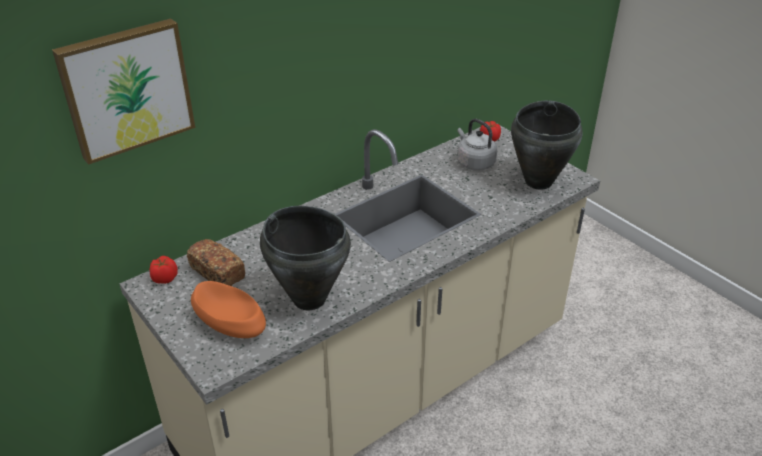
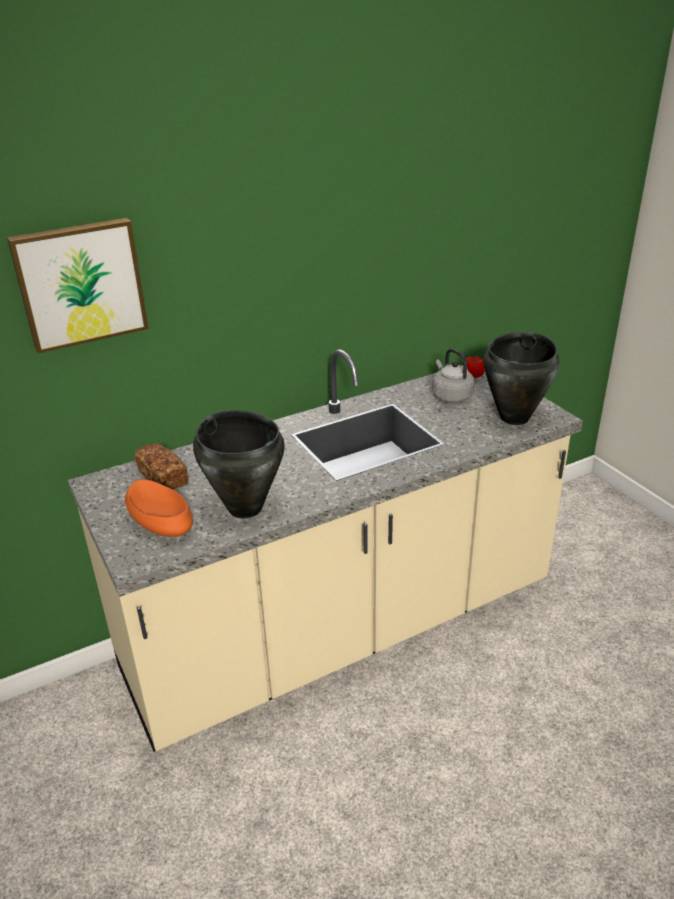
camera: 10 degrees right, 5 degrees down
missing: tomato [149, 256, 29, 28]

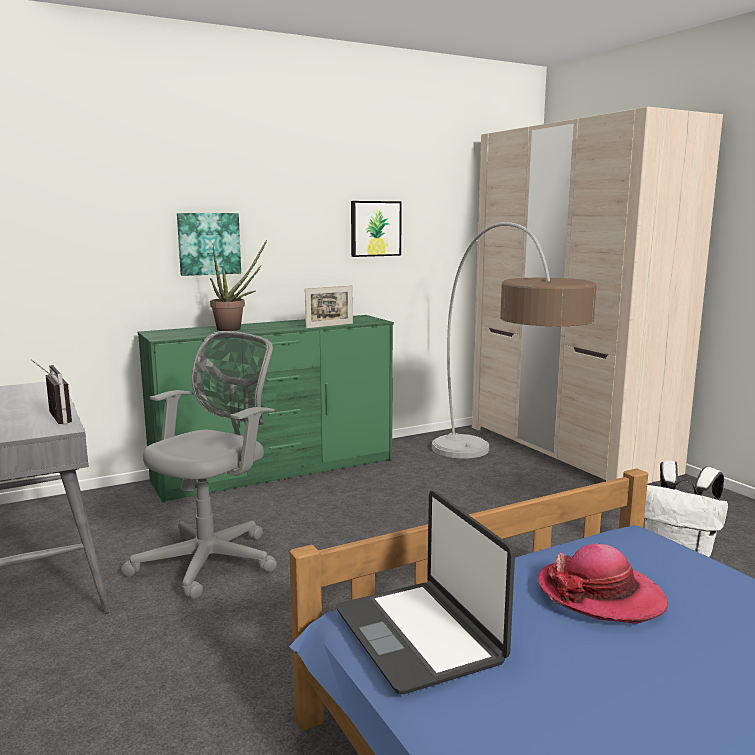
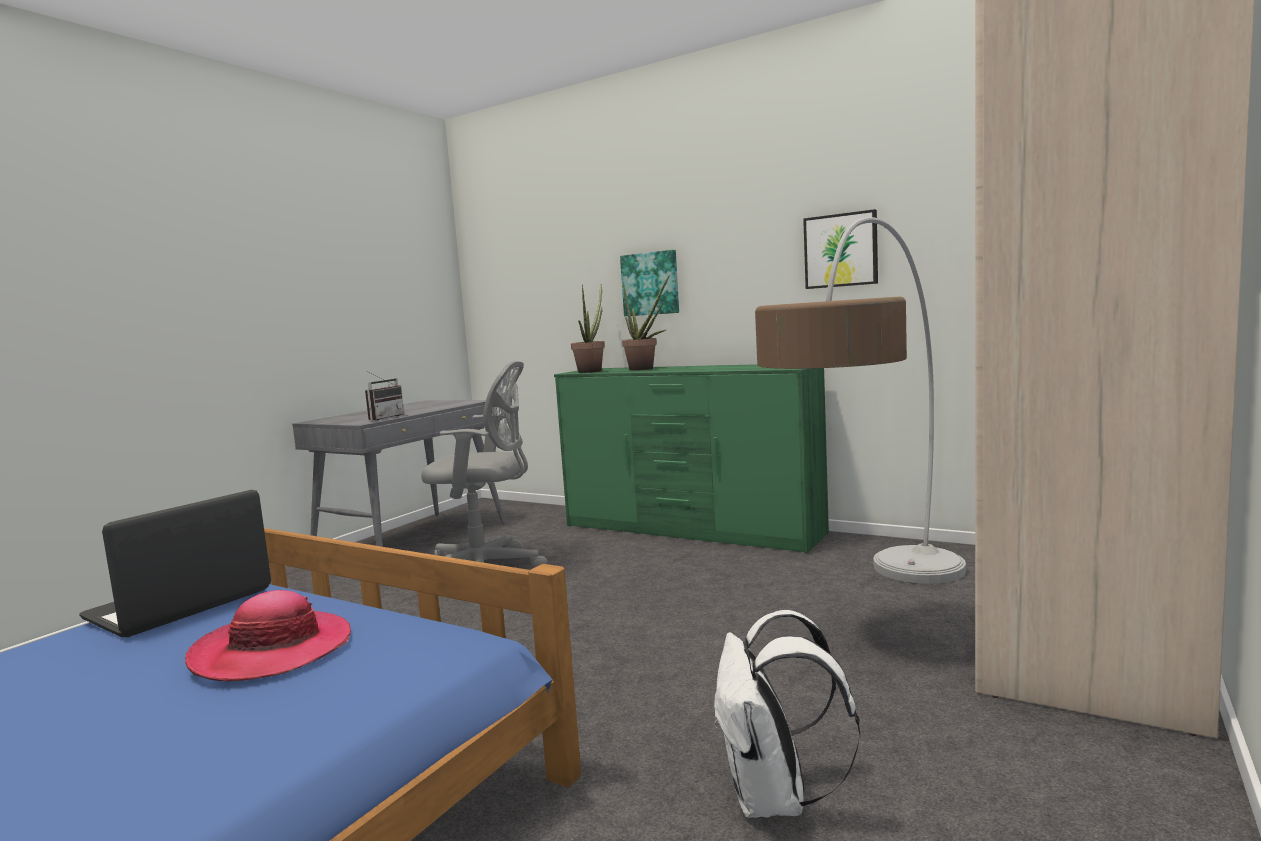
camera: 60 degrees right, 5 degrees down
missing: picture frame [305, 285, 48, 43]
appeared: houseplant [571, 284, 34, 89]

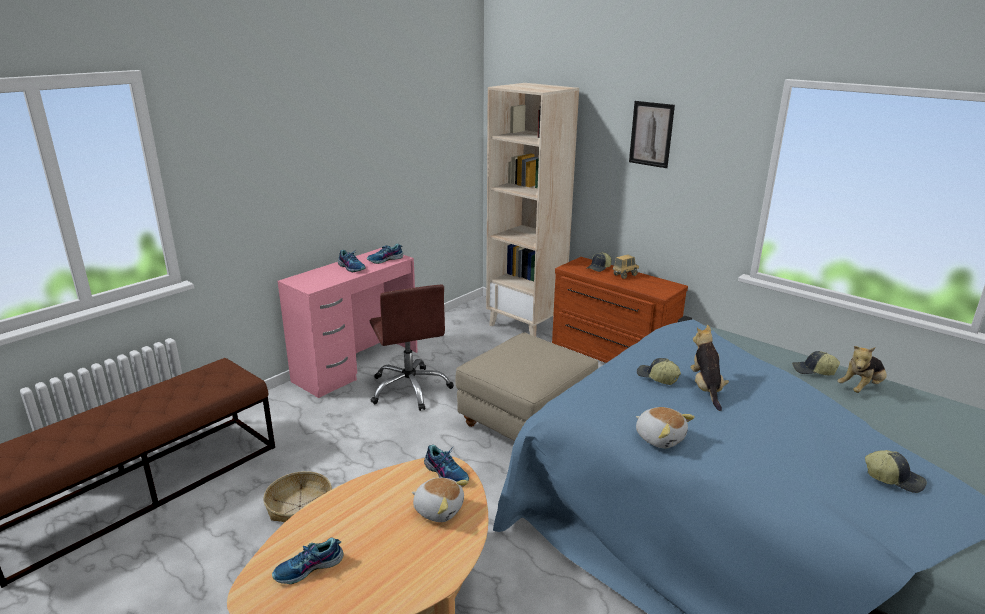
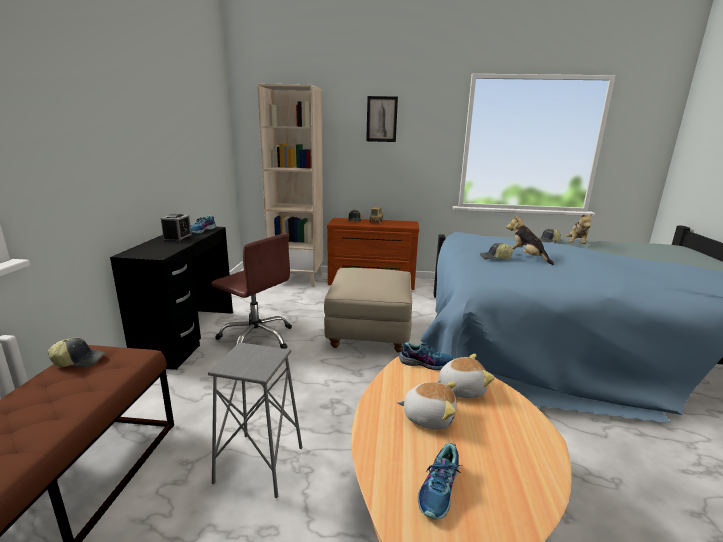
camera: 35 degrees left, 5 degrees down
relocated: baseball cap [865, 450, 62, 43] to [48, 338, 57, 29]; plush toy [636, 407, 59, 41] to [397, 382, 60, 48]
exchanged: shoe [338, 249, 28, 23] to alarm clock [161, 214, 31, 28]; household basket [264, 471, 68, 51] to sitting stool (greyish) [208, 342, 95, 156]
colour: desk table (pink) [278, 248, 140, 150] to desk table (black-coloured) [110, 225, 123, 145]

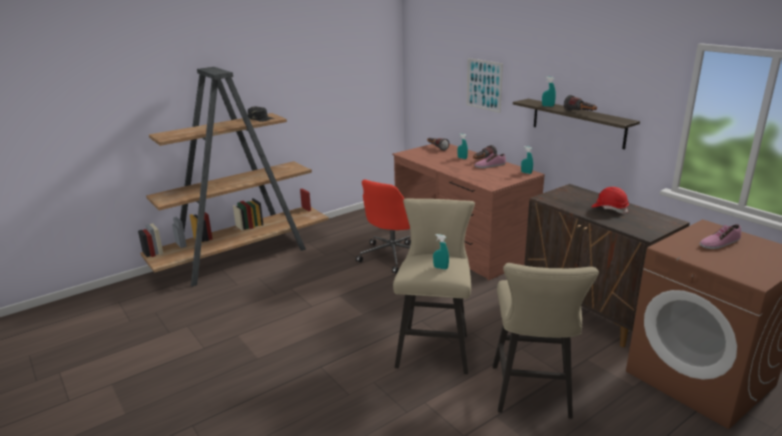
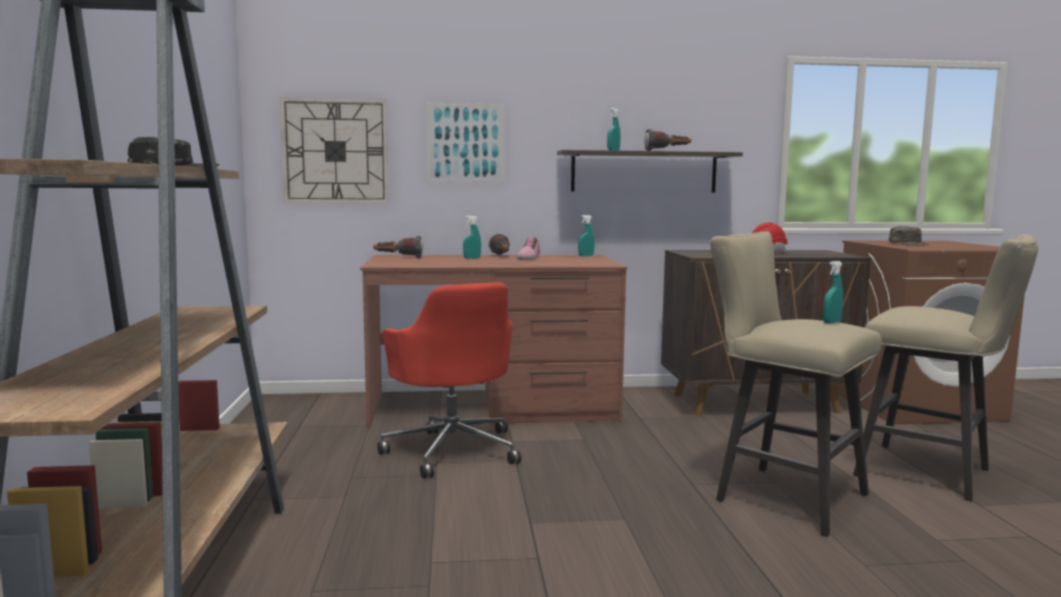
camera: 60 degrees left, 15 degrees down
appeared: hanging clock [280, 97, 109, 106]
exchanged: shoe [700, 224, 41, 25] to baseball cap (green-coloured) [889, 226, 39, 19]

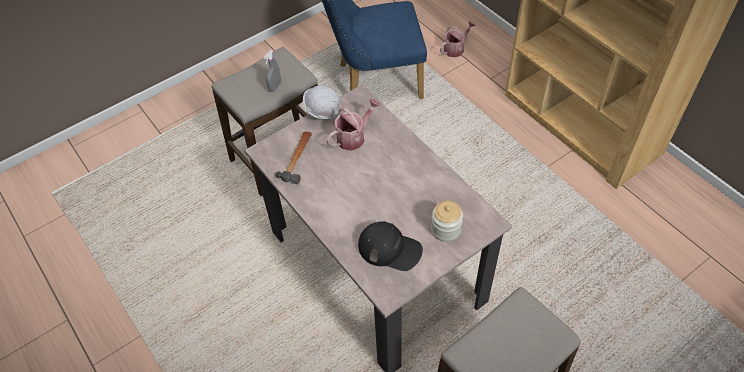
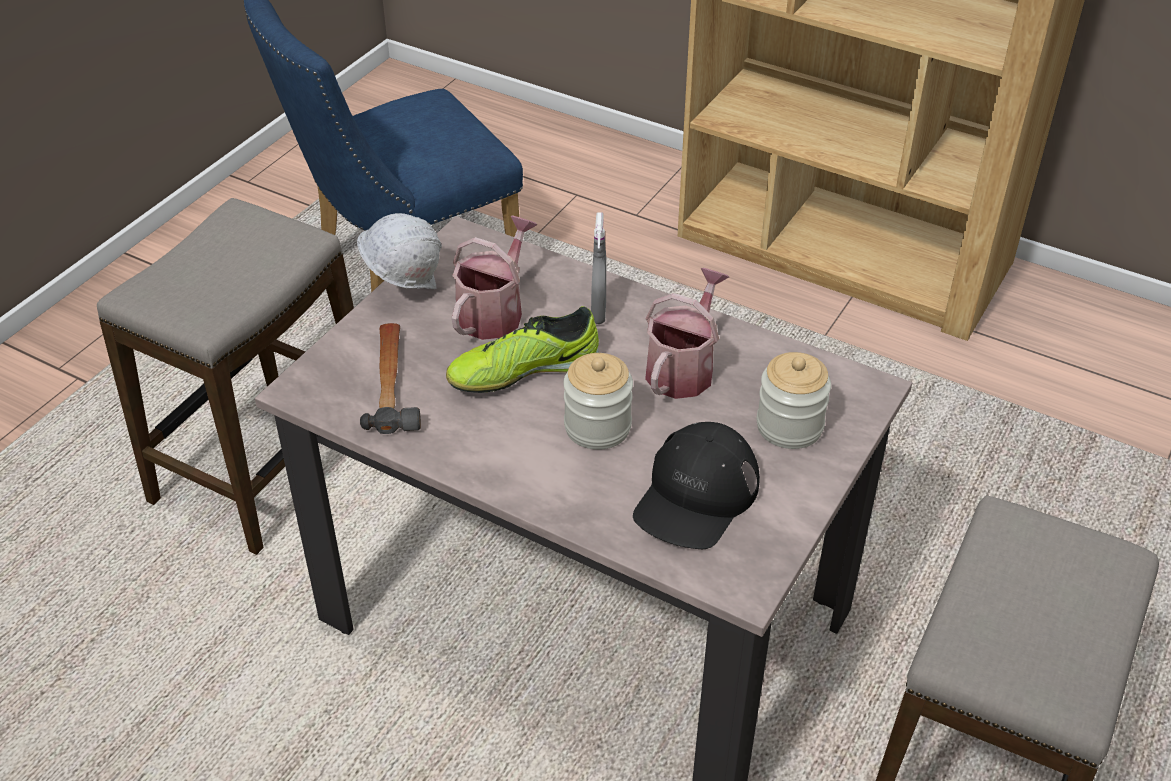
camera: 25 degrees left, 10 degrees down
appeared: shoe [446, 306, 153, 87]; storage jar [563, 353, 70, 97]
relocated: hand sprayer (greyish) [264, 50, 17, 42] to [591, 212, 15, 112]; sprinkling can [440, 21, 36, 36] to [645, 268, 84, 131]
spun: baseball cap (black-coloured) [358, 221, 65, 50] = [633, 422, 127, 127] 120 degrees clockwise

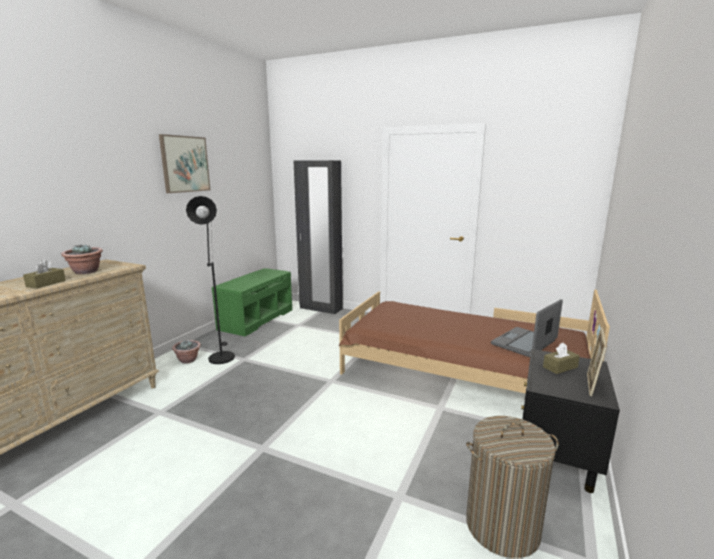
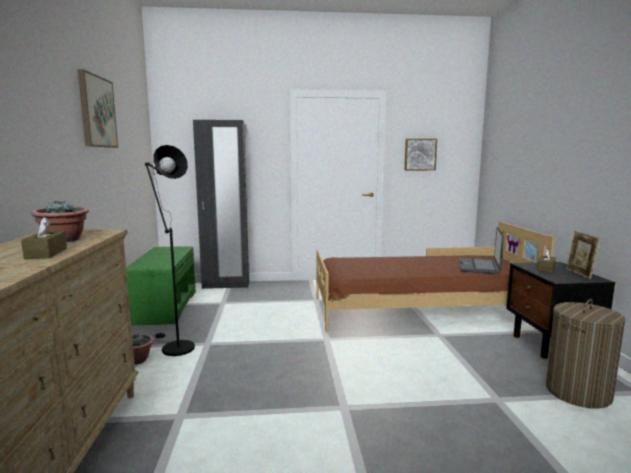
camera: 30 degrees left, 5 degrees down
appeared: wall art [405, 139, 32, 31]

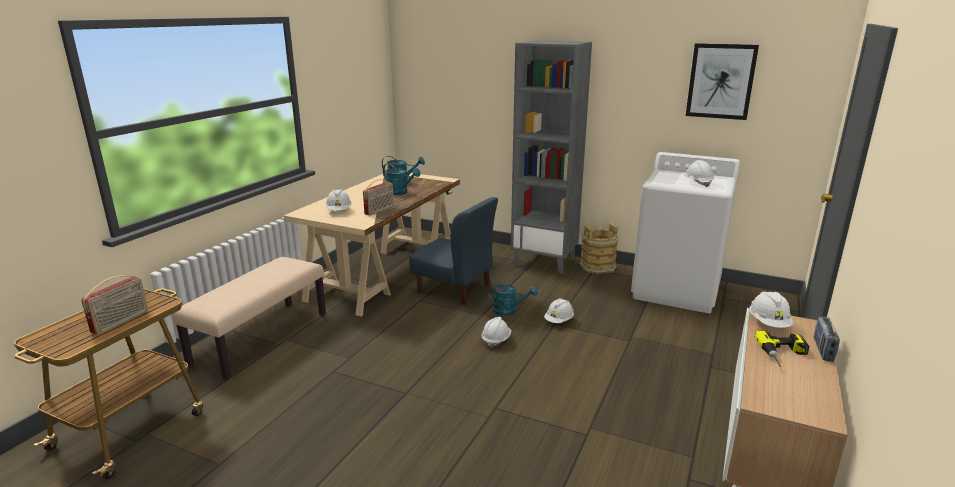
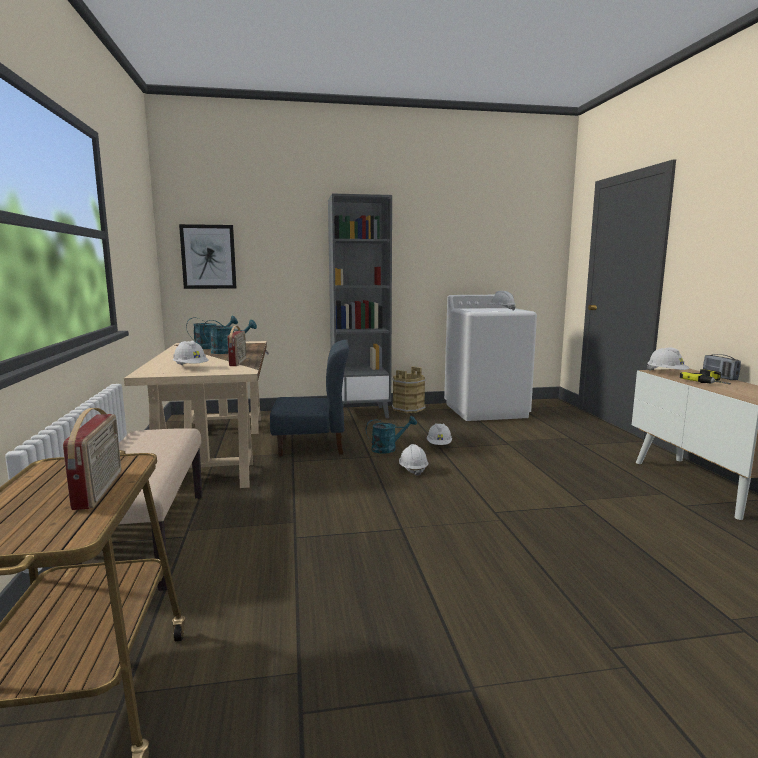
camera: 35 degrees left, 10 degrees down
relocated: wall art [686, 43, 73, 77] to [179, 224, 57, 65]

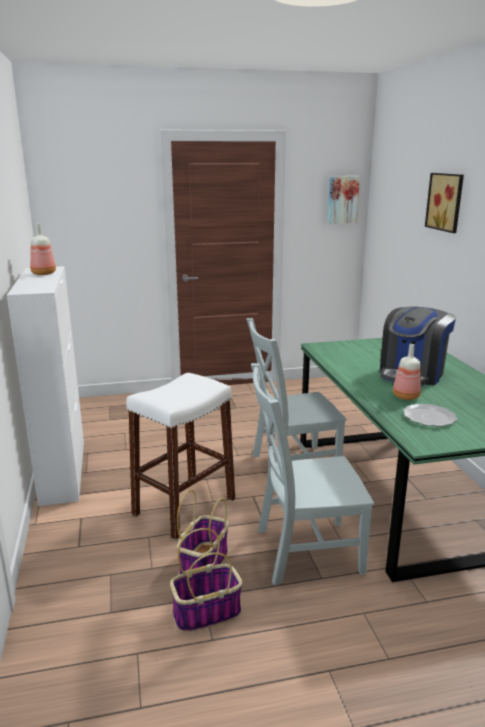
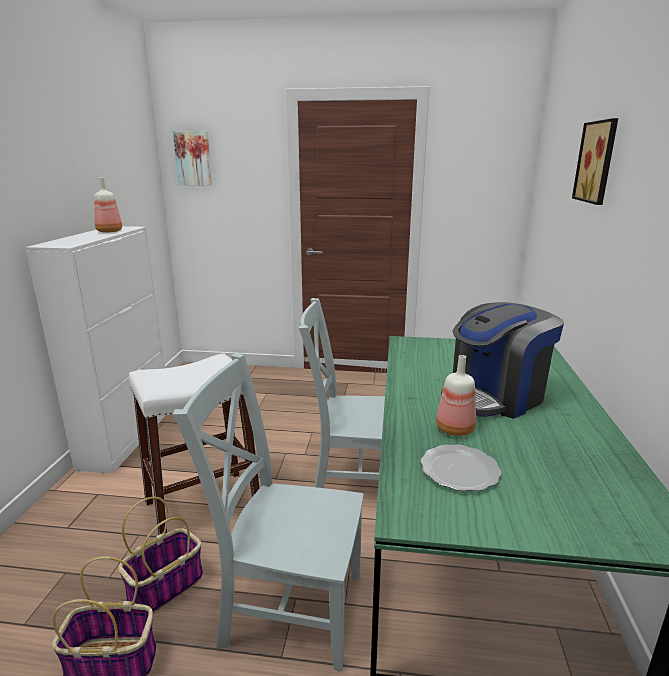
camera: 20 degrees right, 0 degrees up
relocated: wall art [327, 176, 33, 48] to [173, 131, 39, 55]

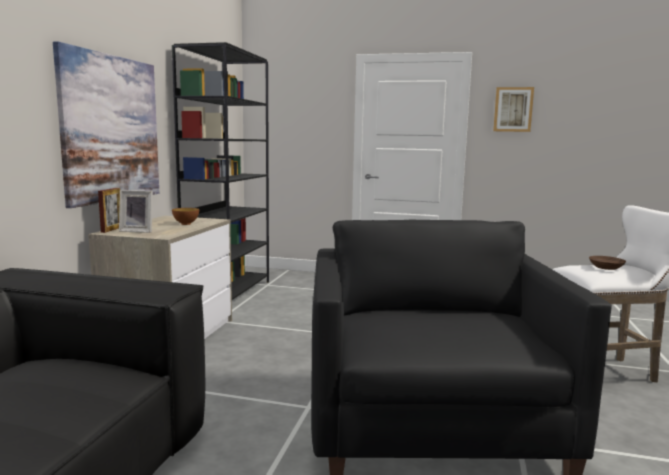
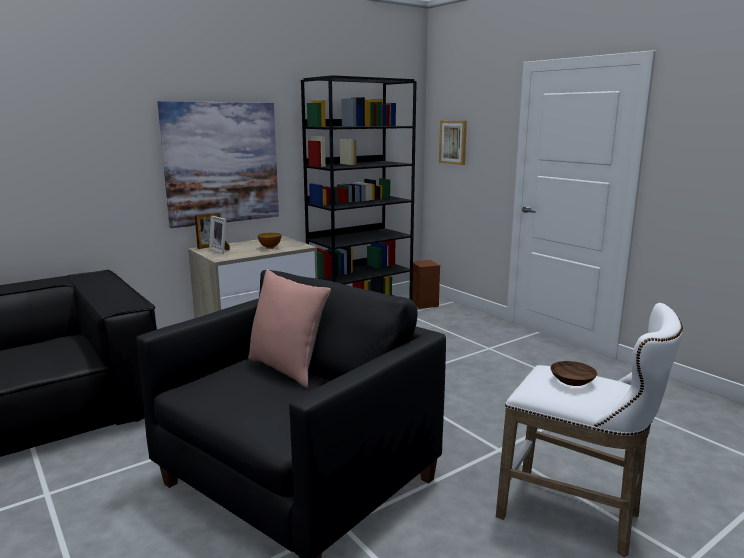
camera: 40 degrees right, 5 degrees up
appeared: pillow (pink) [248, 269, 83, 119]; audio speaker (brown) [412, 260, 28, 49]
relocated: wall art [493, 87, 41, 45] to [439, 121, 28, 44]

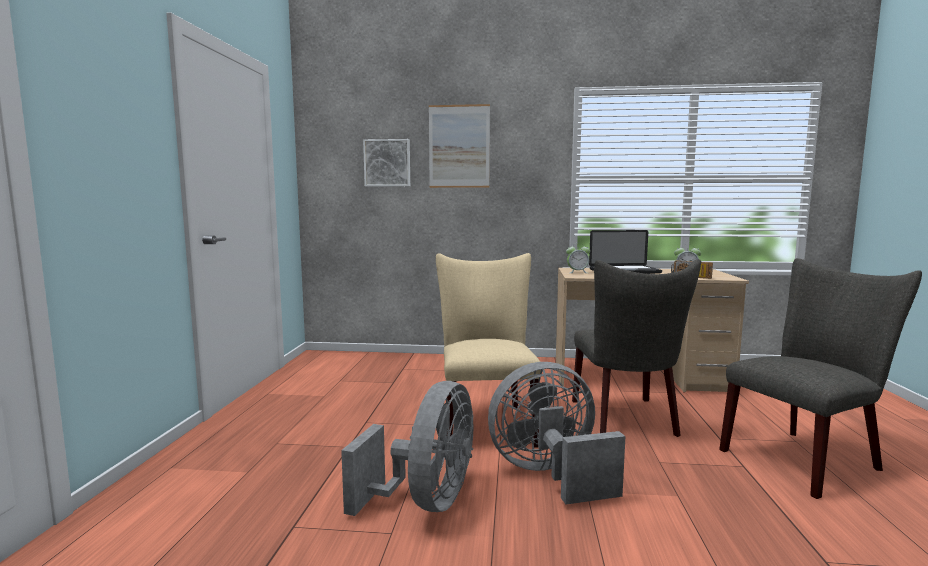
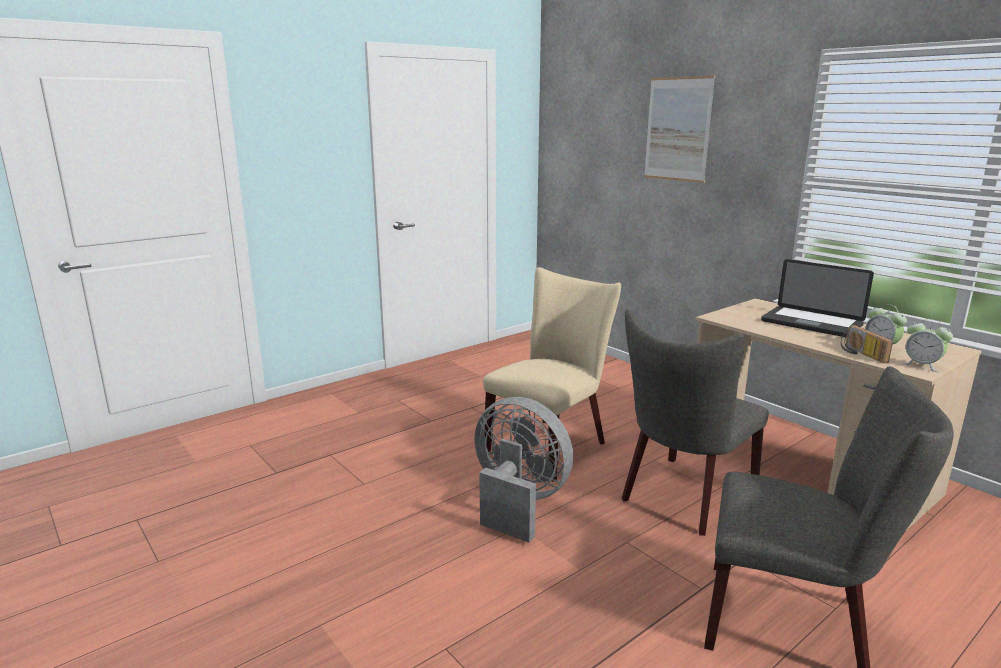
camera: 45 degrees right, 10 degrees up
missing: cooling fan (greyish) [341, 381, 133, 135]; wall art [363, 139, 47, 48]
relocated: alarm clock [566, 243, 24, 30] to [901, 319, 52, 53]

